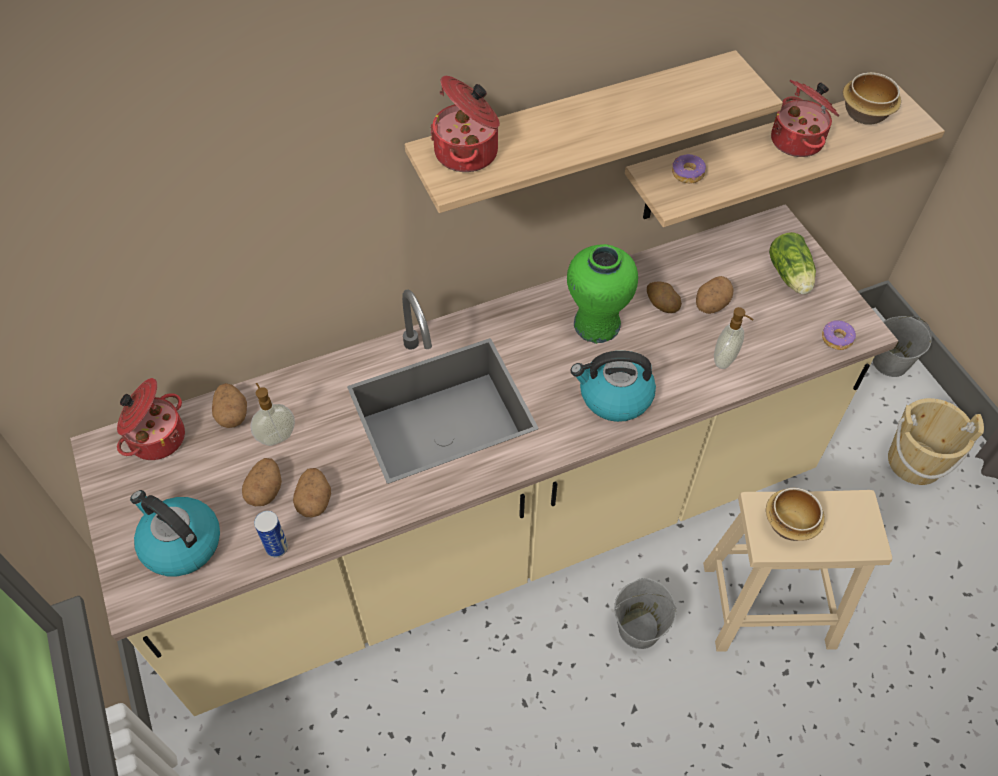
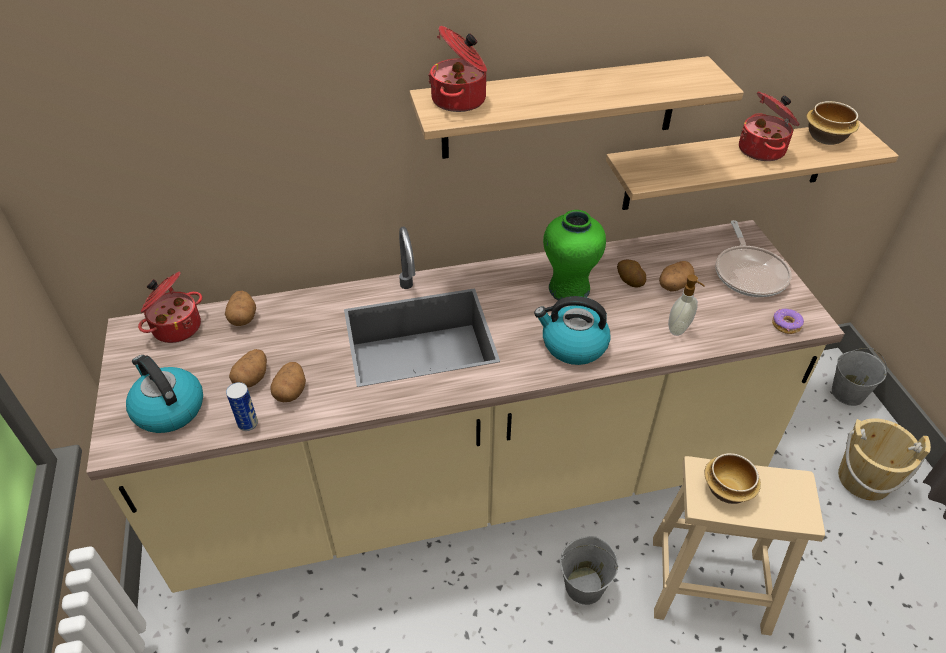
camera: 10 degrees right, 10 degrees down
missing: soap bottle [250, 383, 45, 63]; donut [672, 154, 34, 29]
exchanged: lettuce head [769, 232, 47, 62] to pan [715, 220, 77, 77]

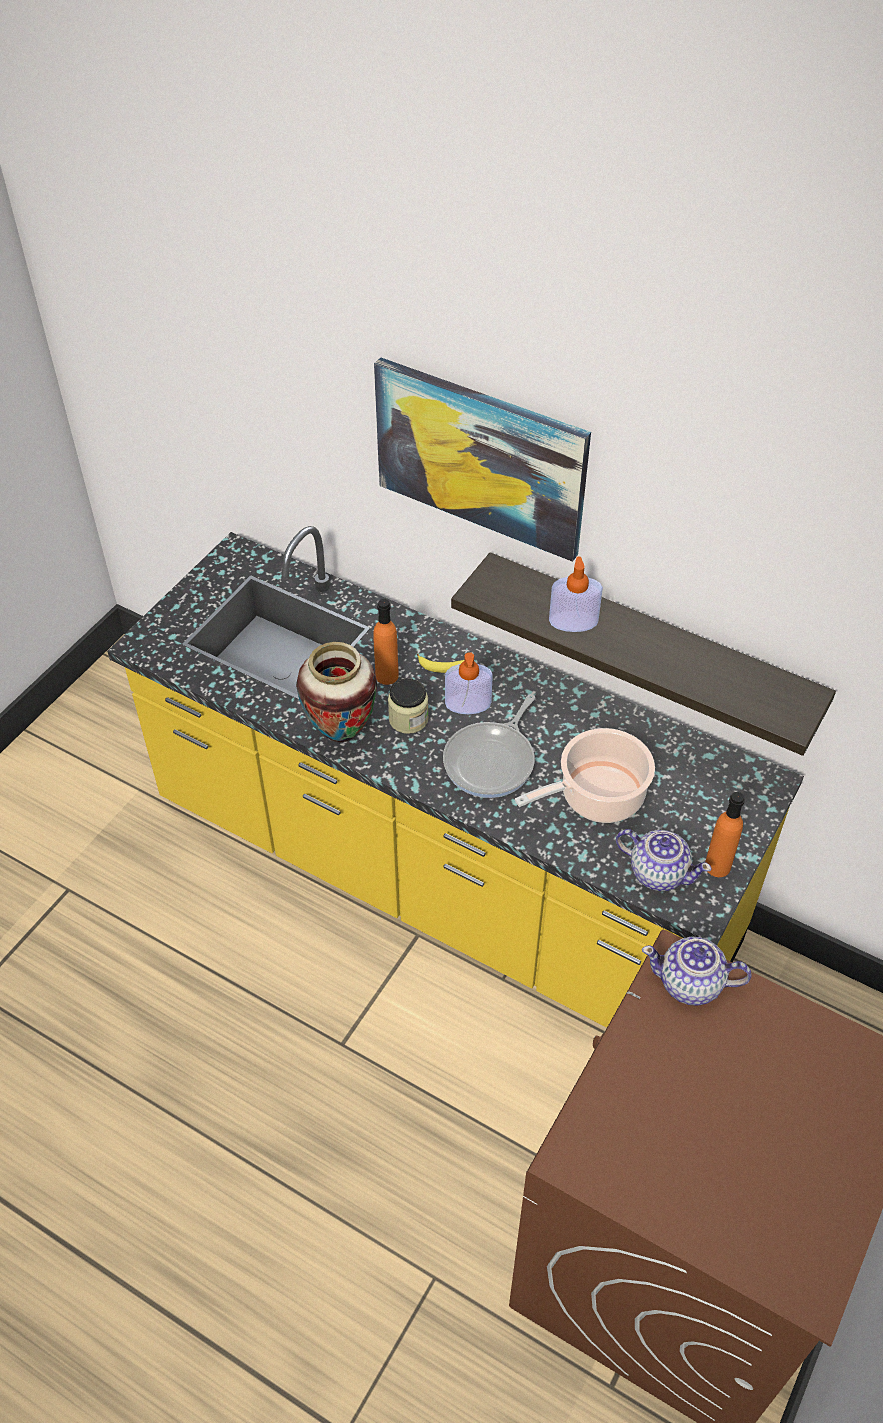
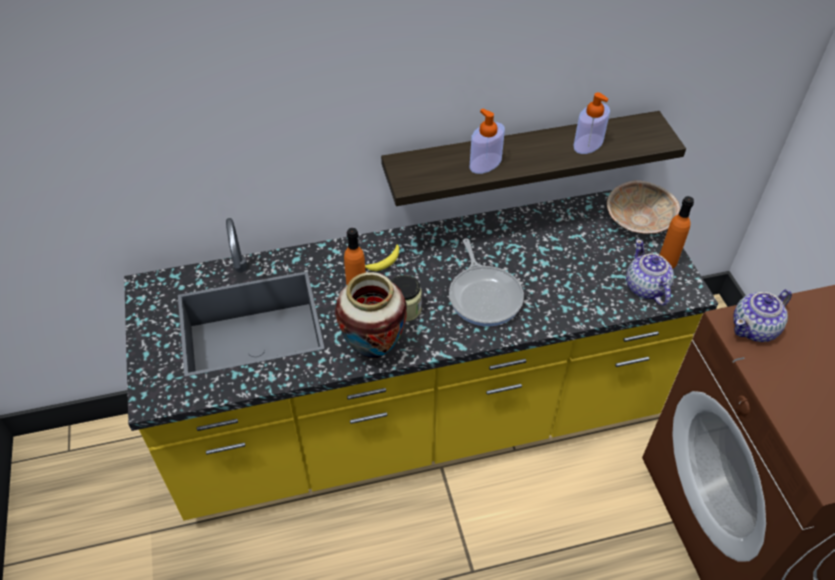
camera: 45 degrees left, 0 degrees up
missing: wall art [374, 357, 217, 205]; stockpot [515, 728, 140, 95]
appeared: bowl (sand-coloured) [607, 181, 73, 53]
relocated: soap bottle [445, 652, 48, 62] to [573, 92, 37, 62]
spun: pot for tea [616, 829, 96, 62] = [626, 239, 48, 67] 90 degrees counterclockwise

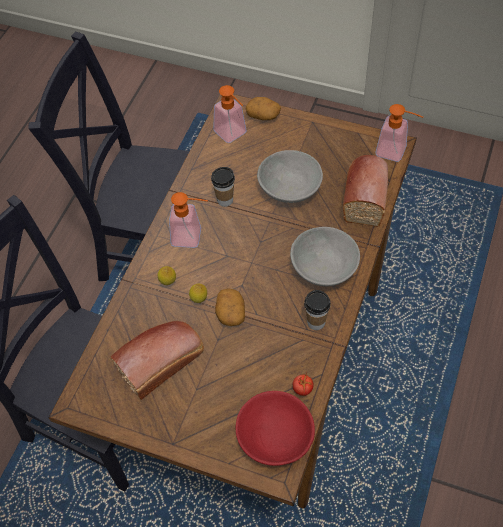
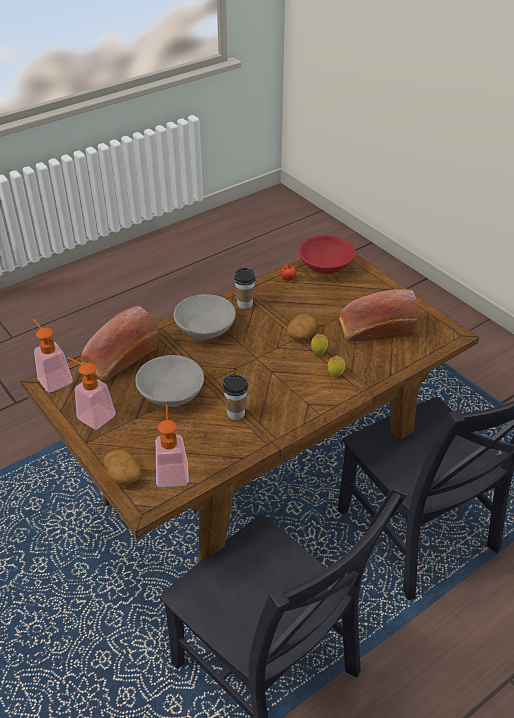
camera: 150 degrees left, 15 degrees down
relocated: soap bottle [169, 192, 39, 56] to [67, 357, 49, 73]

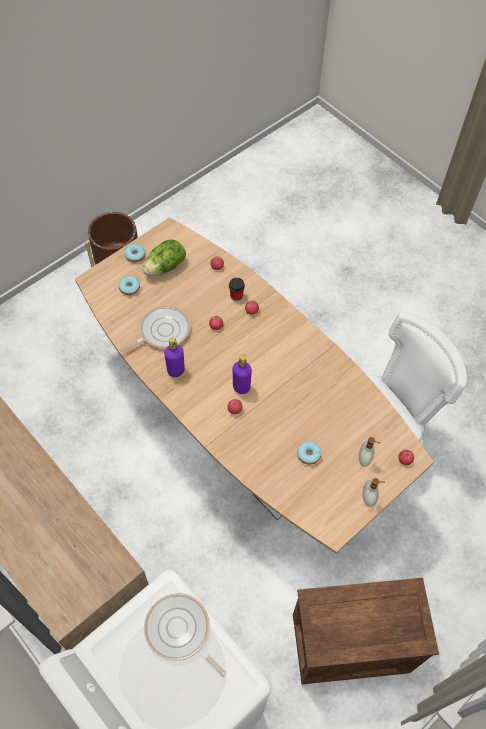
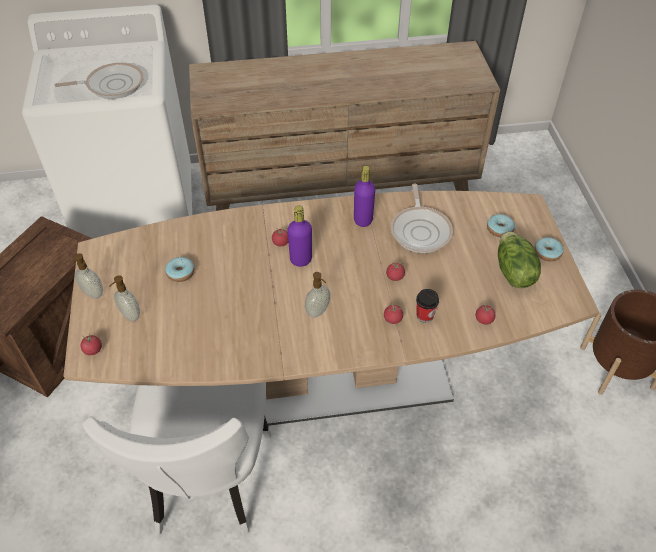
camera: 125 degrees right, 10 degrees down
appeared: soap bottle [305, 272, 25, 46]

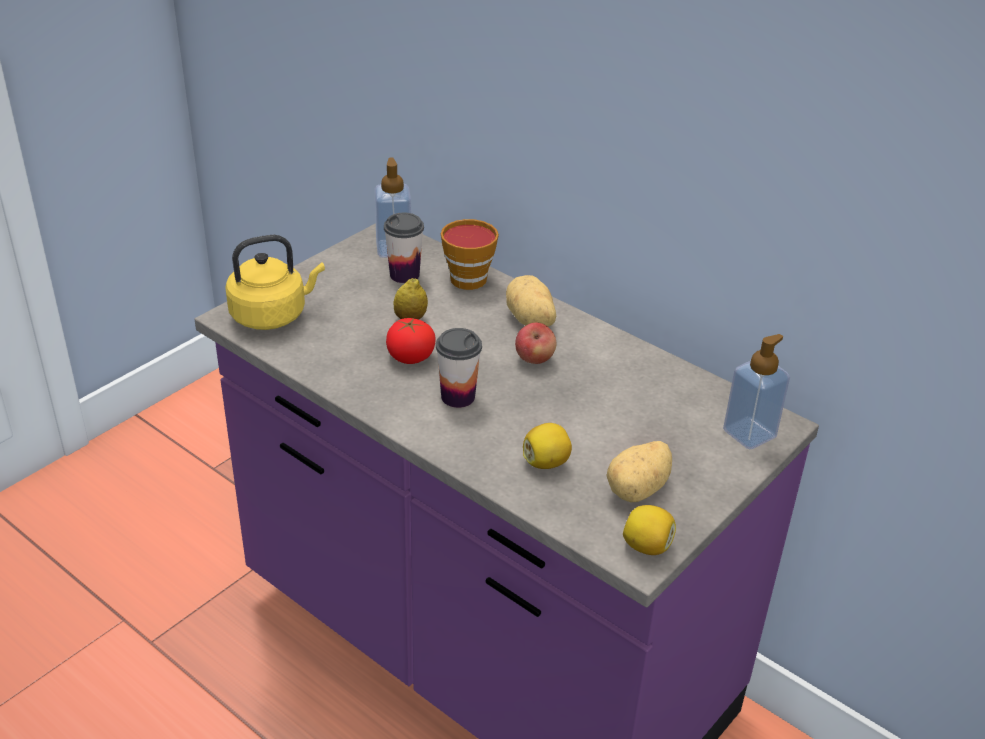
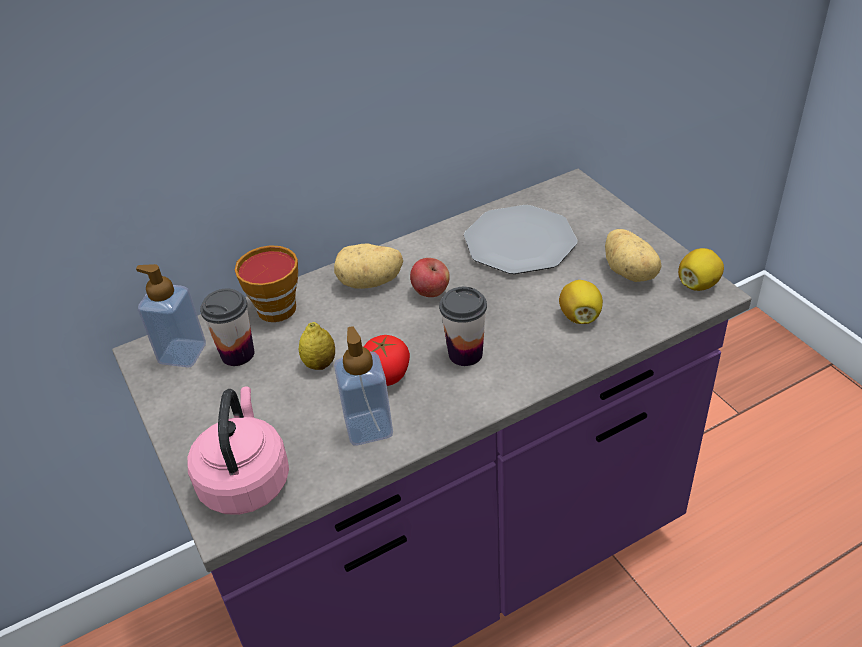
camera: 65 degrees left, 5 degrees up
appeared: flat dish [464, 205, 114, 69]
relocated: soap bottle [723, 334, 67, 116] to [334, 326, 59, 119]
colour: kettle (yellowish) [225, 235, 100, 95] to kettle (pink) [187, 386, 102, 129]

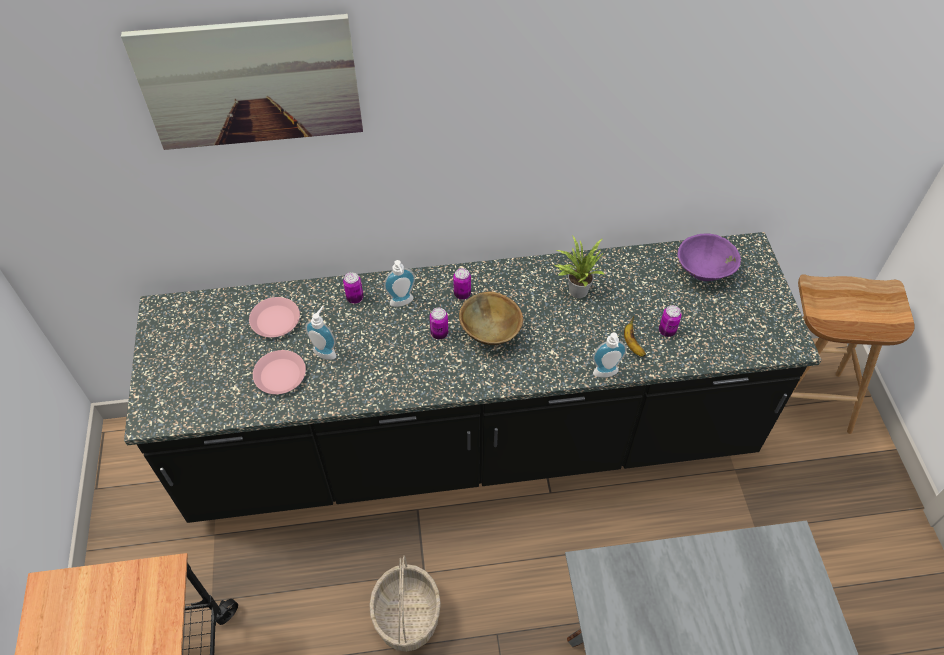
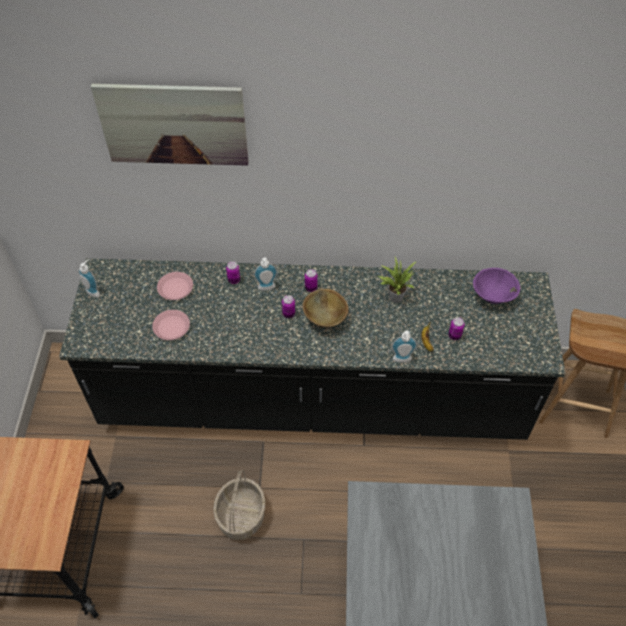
camera: 10 degrees right, 0 degrees up
relocated: soap bottle [305, 306, 31, 54] to [78, 259, 22, 38]

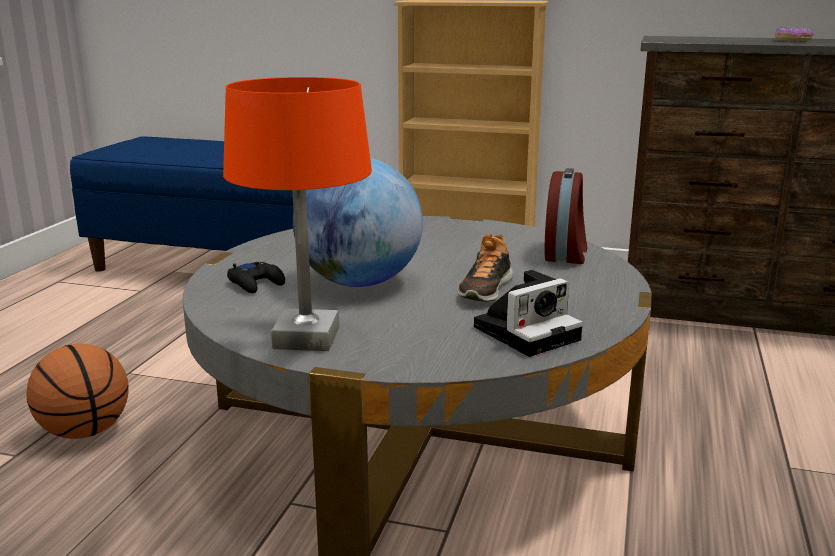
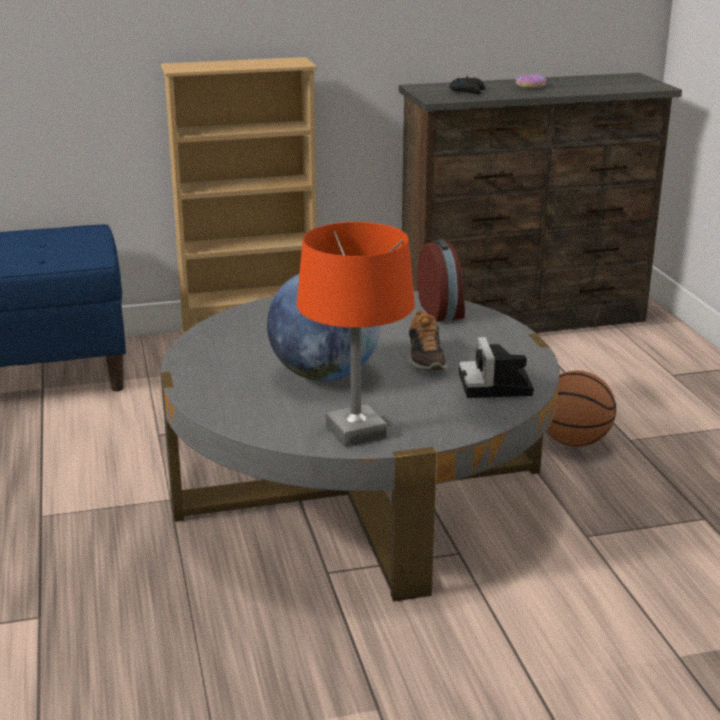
camera: 30 degrees left, 5 degrees up
relocated: joypad (black-coloured) [227, 262, 58, 31] to [449, 76, 36, 18]; basketball [26, 344, 103, 95] to [546, 370, 70, 77]
spun: still camera [474, 270, 109, 87] = [459, 337, 75, 61] 150 degrees clockwise

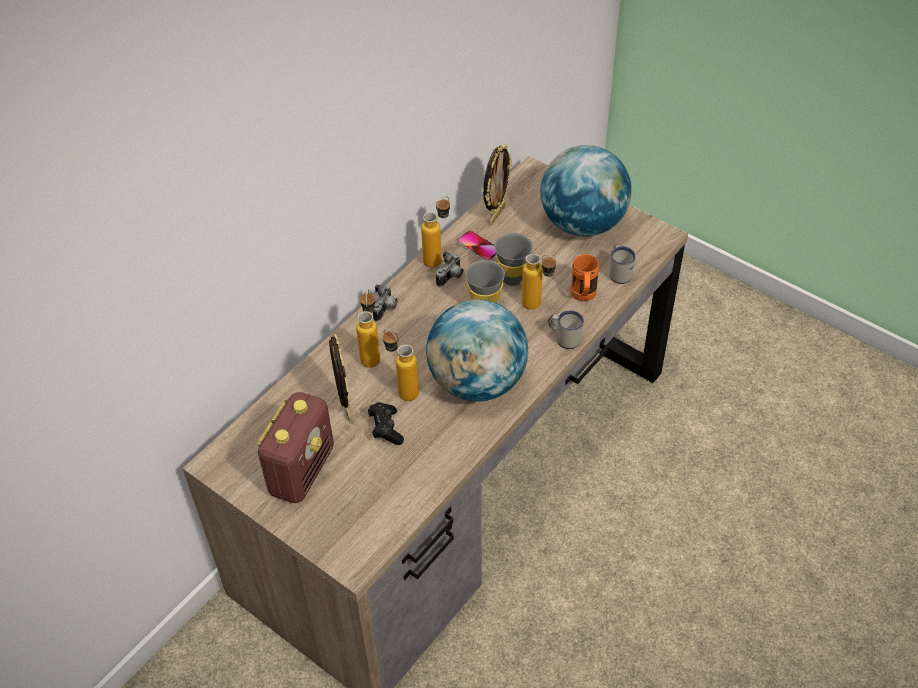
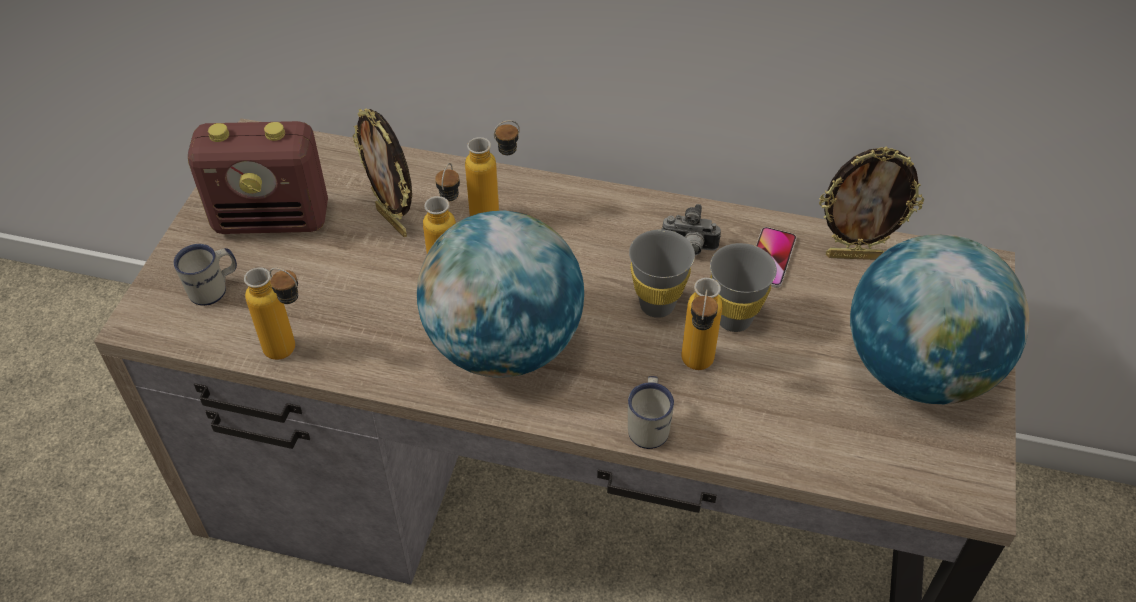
camera: 65 degrees right, 0 degrees up
missing: joypad (black-coloured) [368, 402, 36, 43]; still camera [373, 284, 24, 37]; tea mug (orange) [571, 254, 28, 47]
relocated: tea mug (white-coloured) [609, 245, 27, 39] to [174, 244, 63, 62]; bottle [421, 196, 29, 71] to [244, 267, 54, 93]
spun: picture frame [329, 334, 22, 87] = [352, 108, 60, 129] 90 degrees clockwise

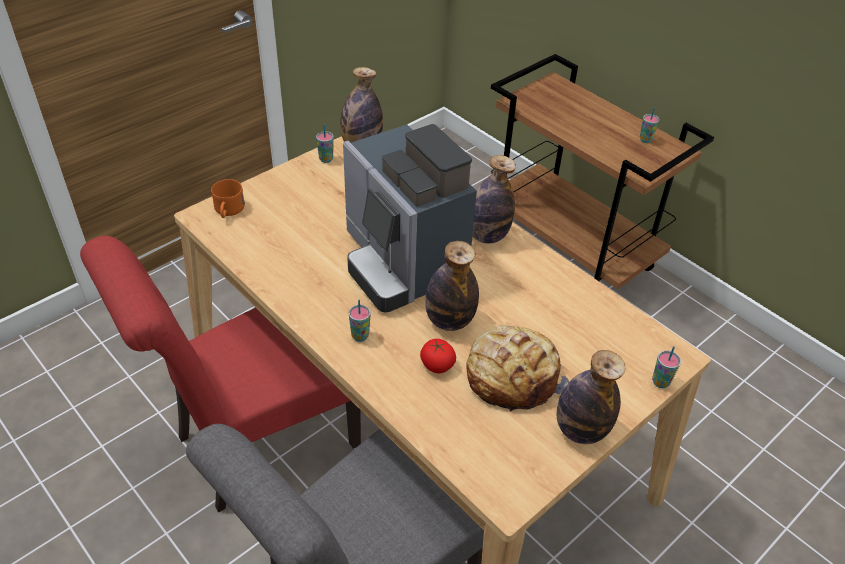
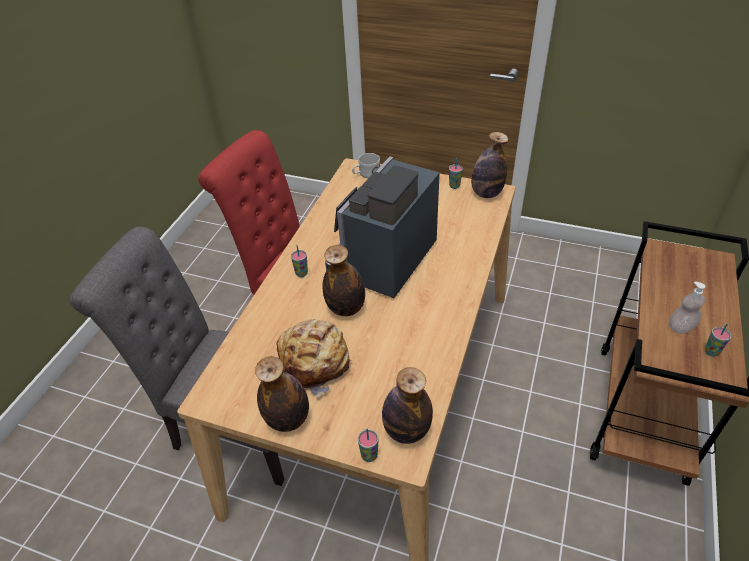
camera: 65 degrees right, 0 degrees up
missing: tomato [420, 339, 36, 35]
appeared: soap bottle [669, 281, 36, 53]
relocated: bottle [472, 155, 44, 88] to [382, 367, 51, 77]
colour: tea mug (orange) [211, 179, 34, 39] to tea mug (white-coloured) [352, 153, 28, 25]

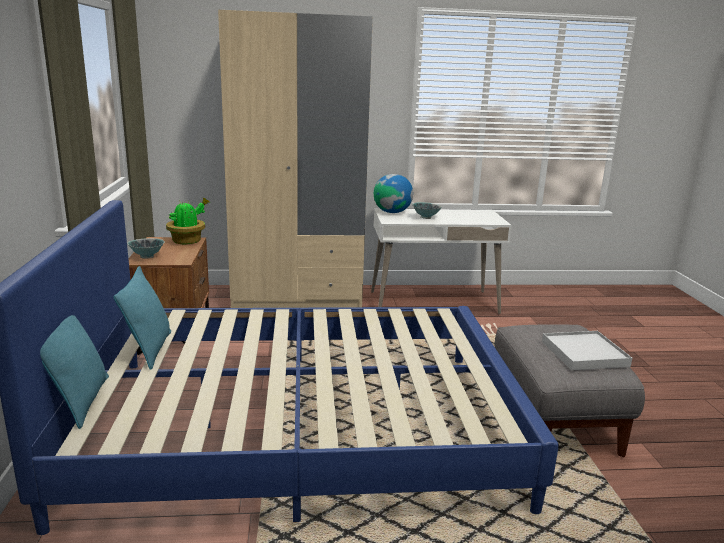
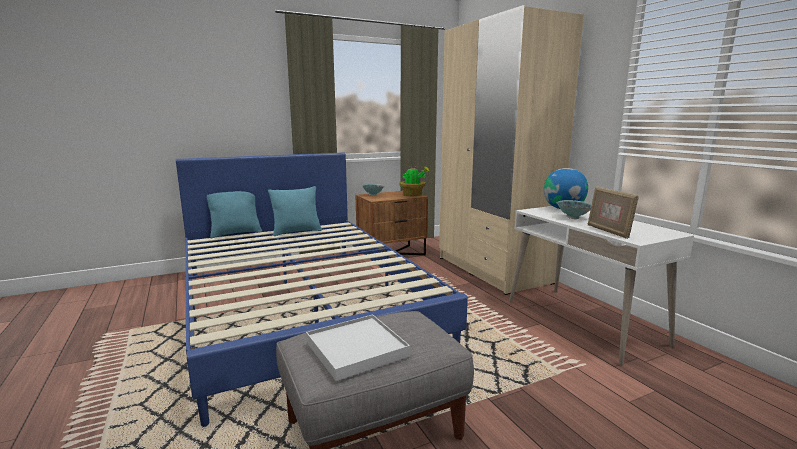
camera: 70 degrees right, 5 degrees down
appeared: picture frame [588, 186, 51, 53]

